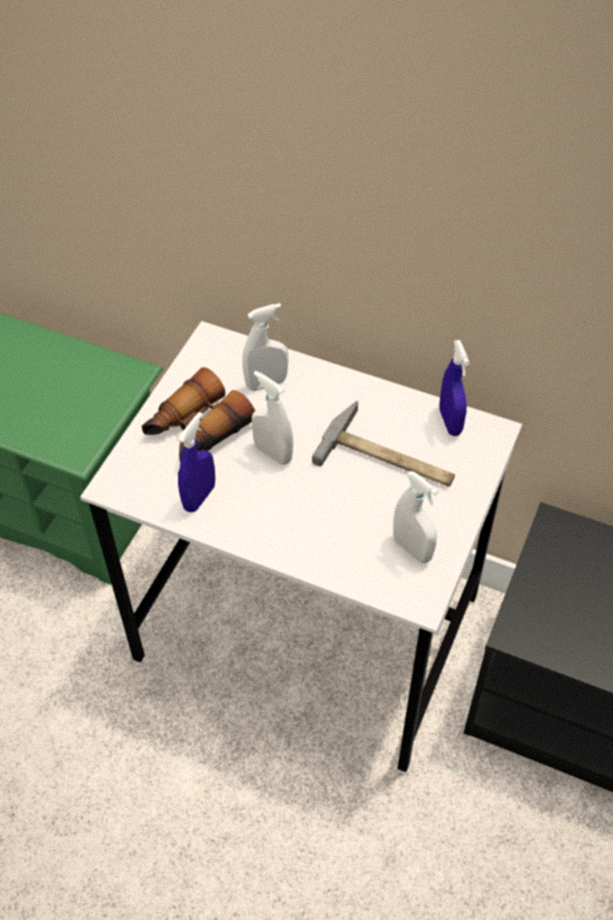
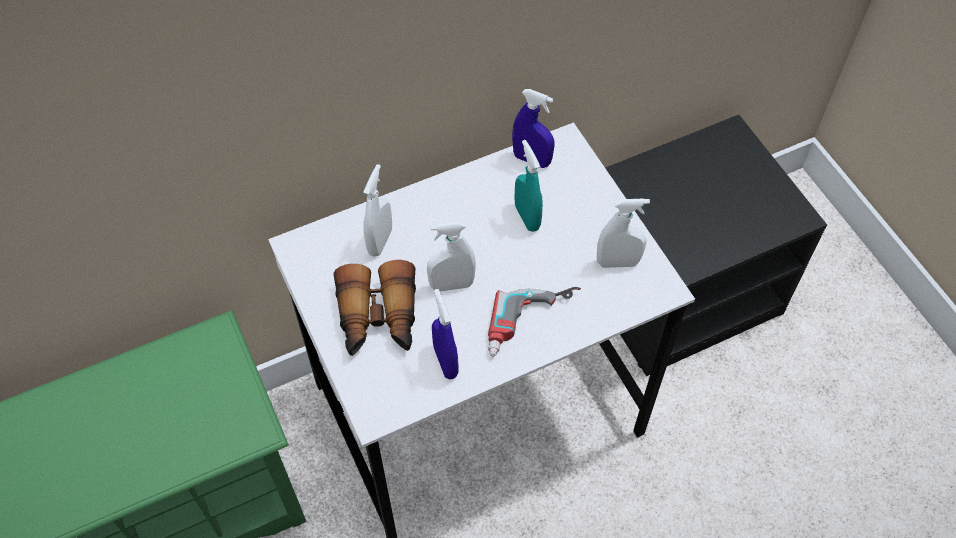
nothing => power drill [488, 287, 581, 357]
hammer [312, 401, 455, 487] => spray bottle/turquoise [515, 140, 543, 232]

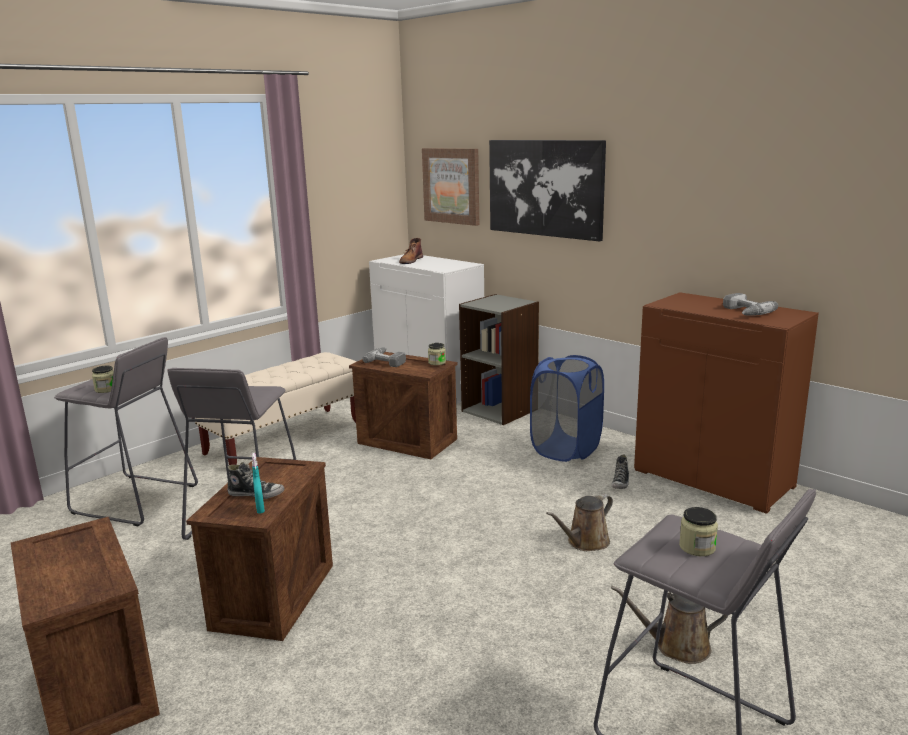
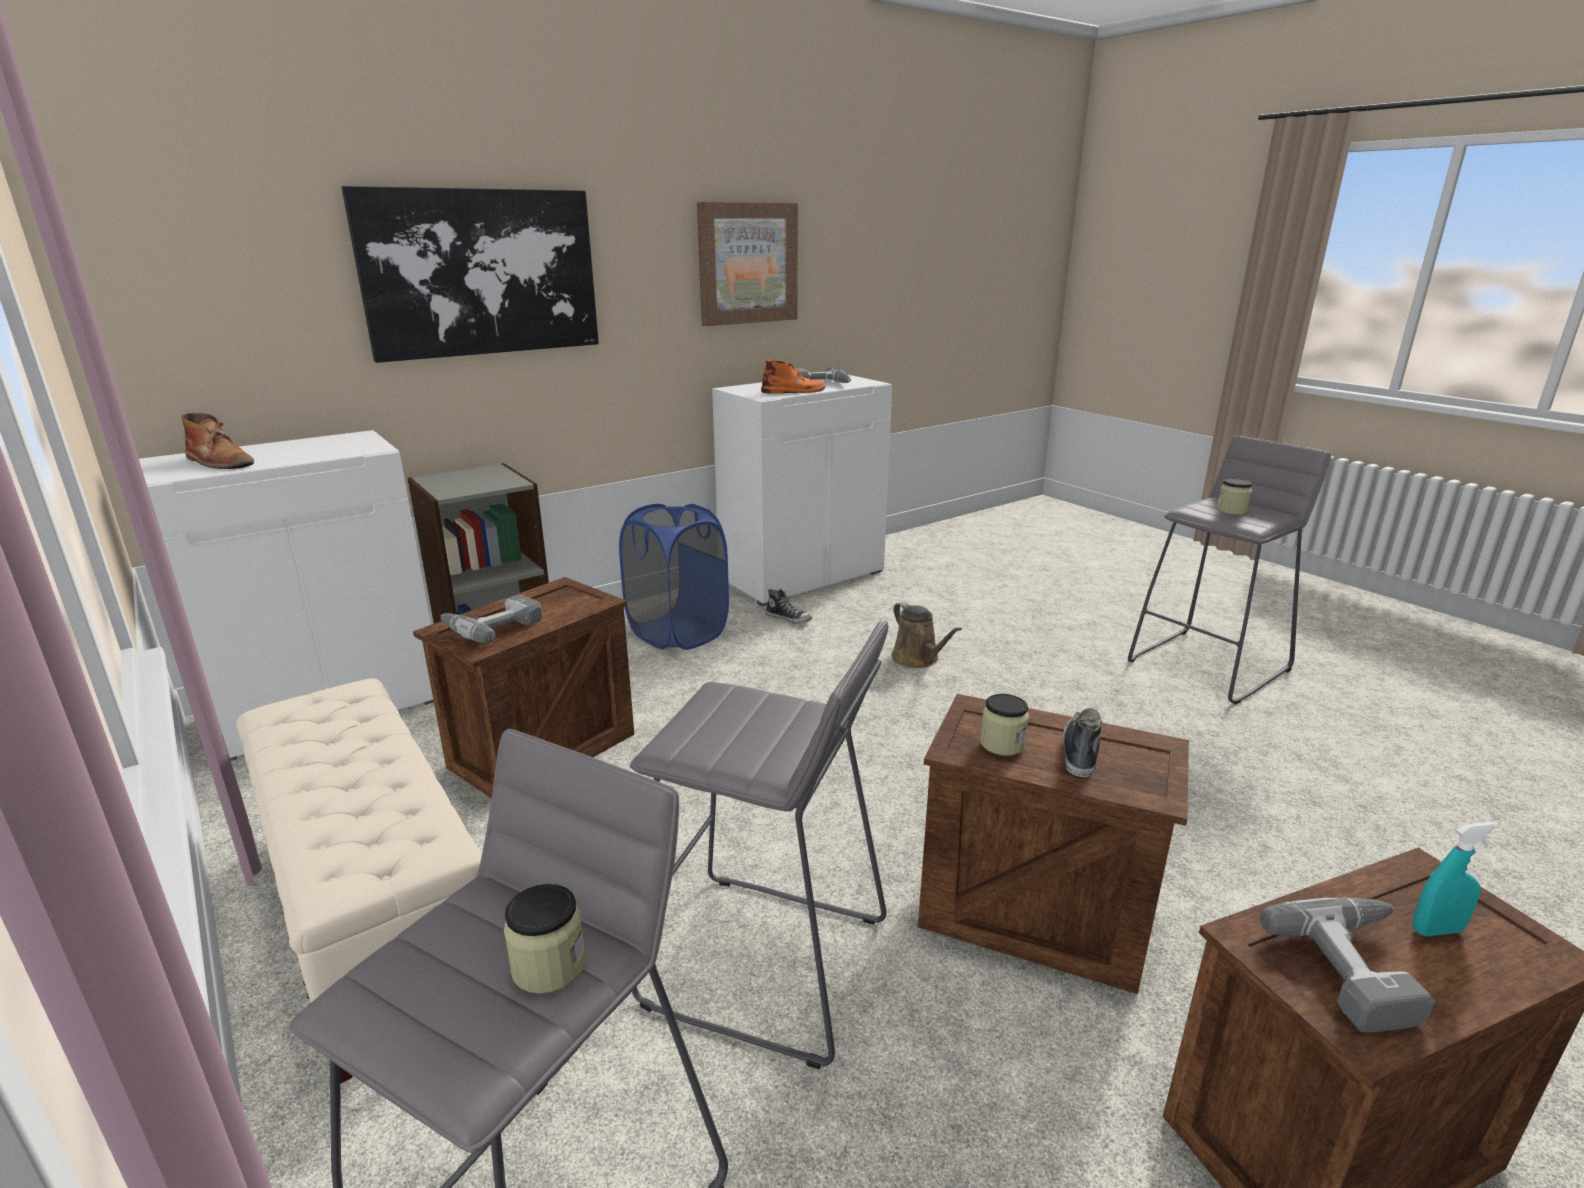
picture [422, 148, 479, 226] => picture [697, 202, 798, 326], moved
cabinet/brown [634, 292, 819, 514] => cabinet/white [712, 375, 892, 606]
nothing => boot/orange [761, 360, 826, 394]
jar [428, 343, 446, 365] => jar [980, 694, 1029, 756], moved
nothing => power drill [1260, 898, 1435, 1032]
spray bottle/turquoise [252, 453, 265, 514] => spray bottle/turquoise [1413, 822, 1499, 937], moved
watering can/brown [611, 586, 728, 664] => nothing

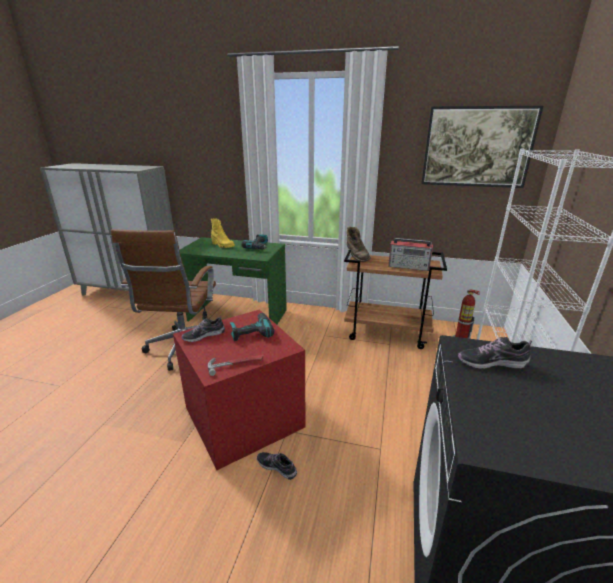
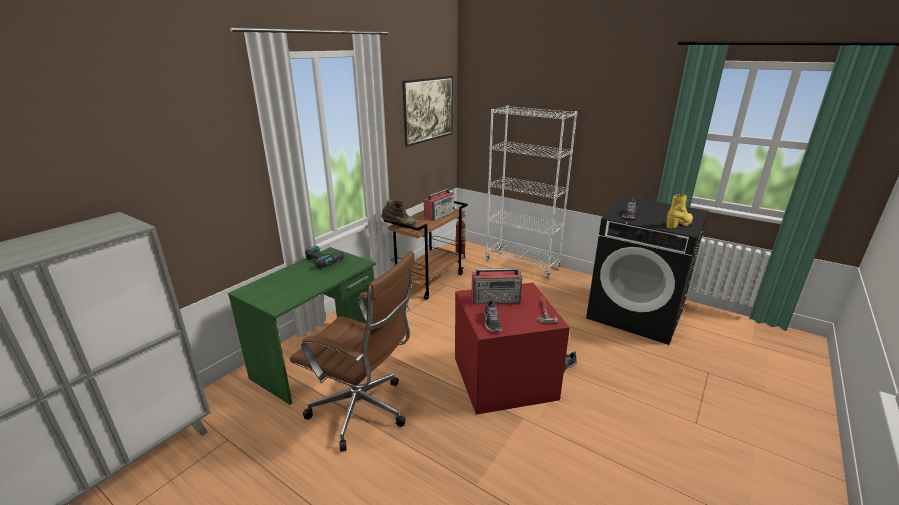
power drill [230, 313, 274, 341] => radio [472, 268, 522, 304]
boot/yellow [211, 219, 235, 248] => boot/yellow [666, 194, 693, 228], moved

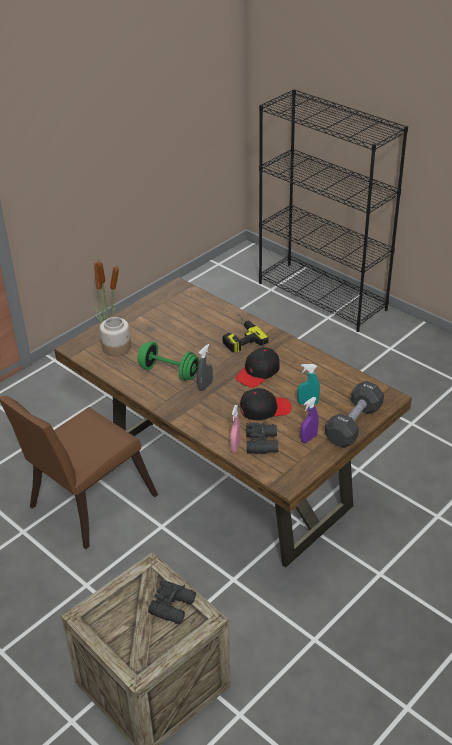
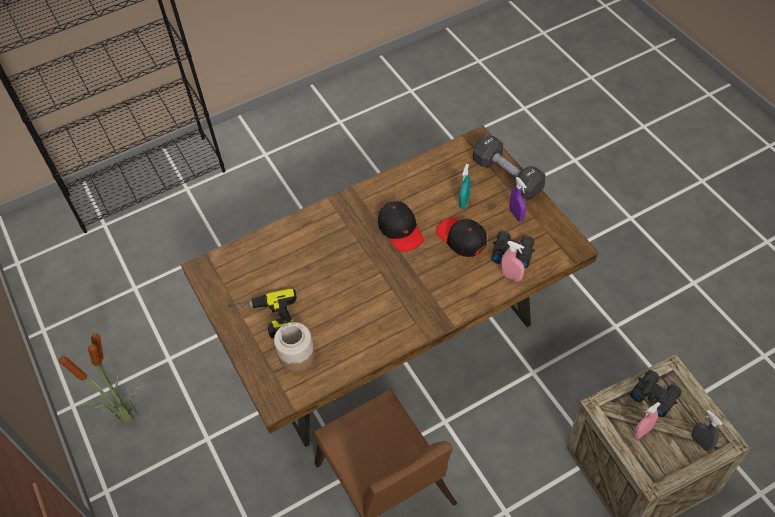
power drill [223, 314, 269, 352] => power drill [228, 288, 297, 339], moved
cap/black [240, 388, 292, 420] => cap/black [436, 218, 487, 257], 45 degrees counterclockwise
nothing => spray bottle/pink [633, 402, 660, 439]
spray bottle/grey [197, 344, 213, 391] => spray bottle/grey [691, 410, 723, 451], moved
dumbbell/green [138, 341, 199, 381] => nothing

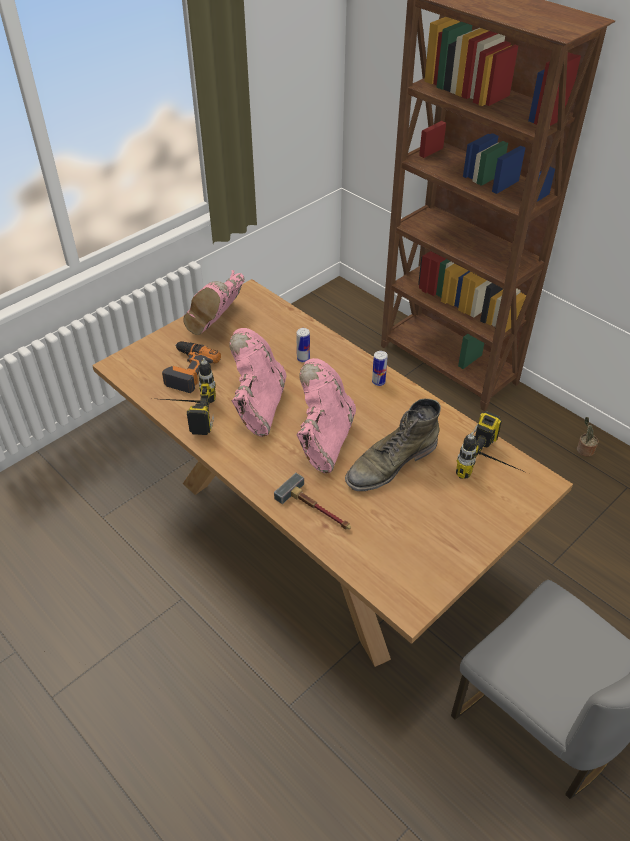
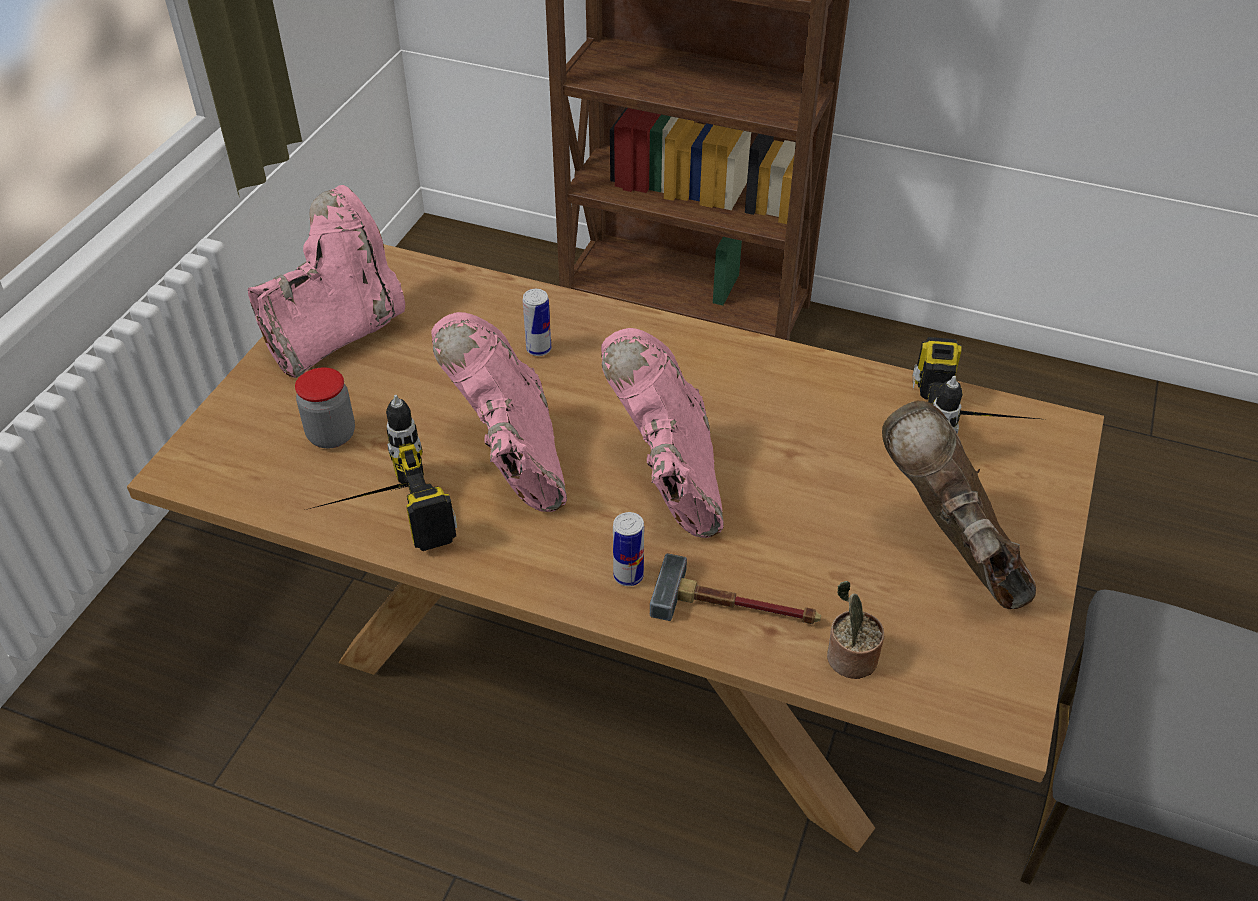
boot/pink [183, 270, 245, 335] => boot/pink [248, 185, 405, 378], 135 degrees counterclockwise
power drill [162, 341, 221, 393] => jar [295, 367, 355, 448]
can [372, 351, 388, 386] => can [613, 512, 644, 586], moved
potted plant [577, 417, 598, 457] => potted plant [827, 581, 884, 679], moved
nothing => boot/brown [882, 401, 1036, 609]
boot/green [345, 399, 441, 491] => nothing

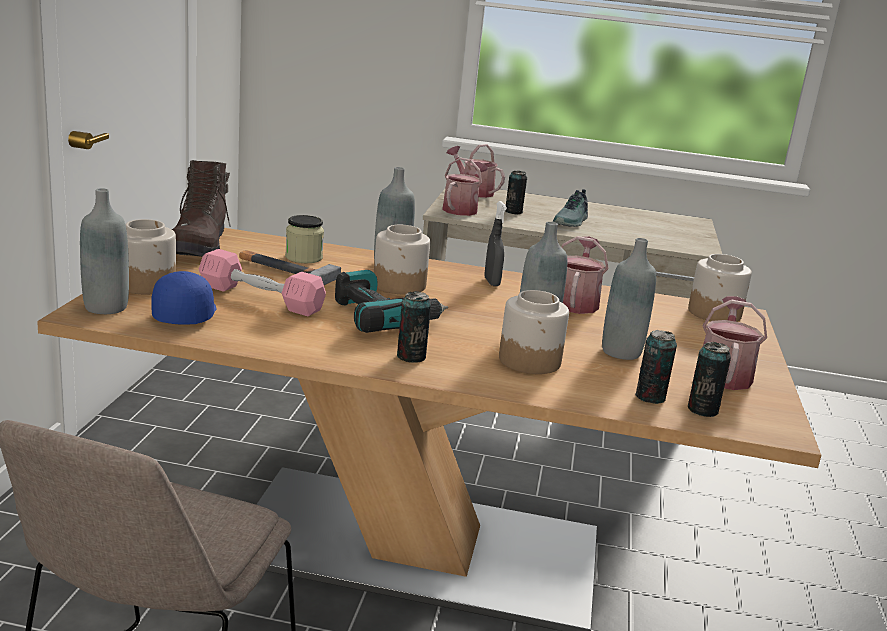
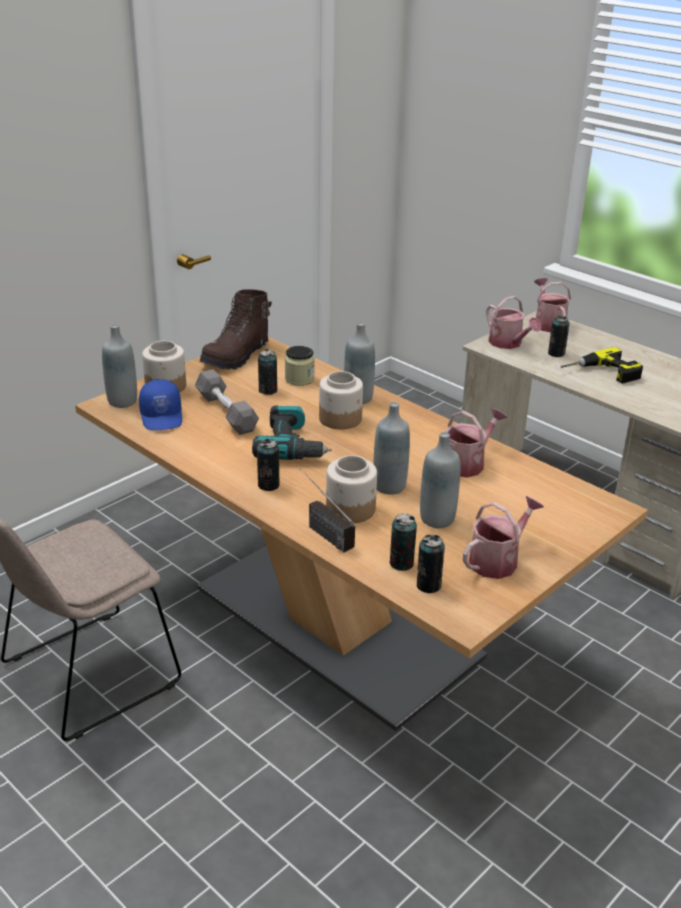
cap/blue [151, 271, 217, 325] => cap/blue [139, 379, 182, 430], 135 degrees clockwise
dumbbell/pink [199, 249, 326, 316] => dumbbell/grey [195, 369, 259, 435]
hammer [239, 250, 341, 285] => can [258, 349, 277, 395]
nothing => radio [300, 468, 355, 552]
watering can [442, 157, 488, 216] => watering can [486, 296, 541, 349], 90 degrees clockwise
shoe [553, 189, 588, 227] => power drill [561, 347, 643, 384]
spray bottle/grey [484, 201, 507, 286] => nothing
jar [688, 254, 752, 322] => nothing

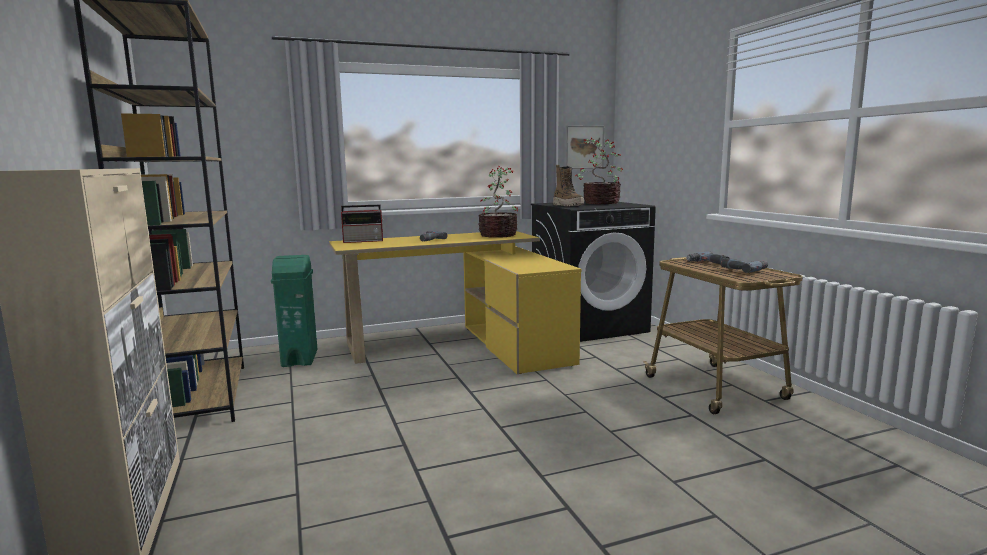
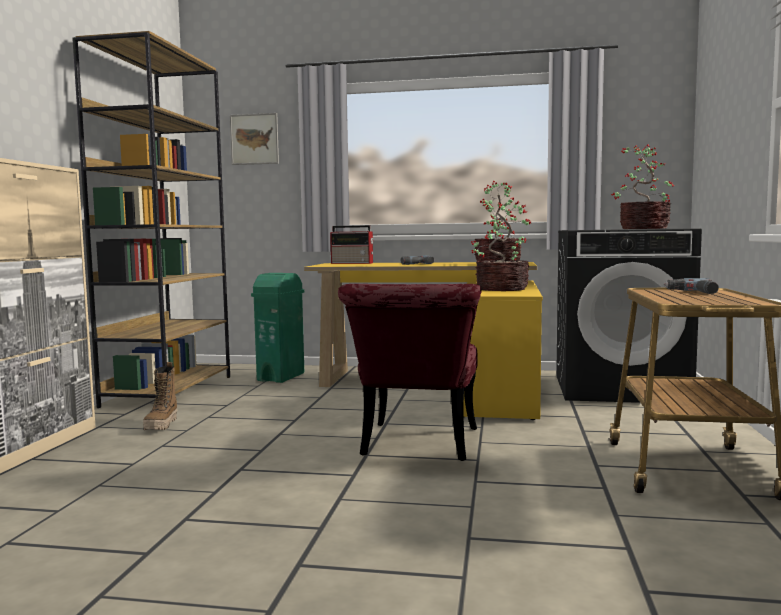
boot [553, 165, 584, 206] => boot [143, 362, 177, 430], moved
picture [566, 126, 604, 169] => picture [230, 113, 279, 165], moved
nothing => chair/red [338, 284, 482, 461]
nothing => potted plant [471, 199, 531, 291]
power drill [721, 258, 768, 273] => nothing

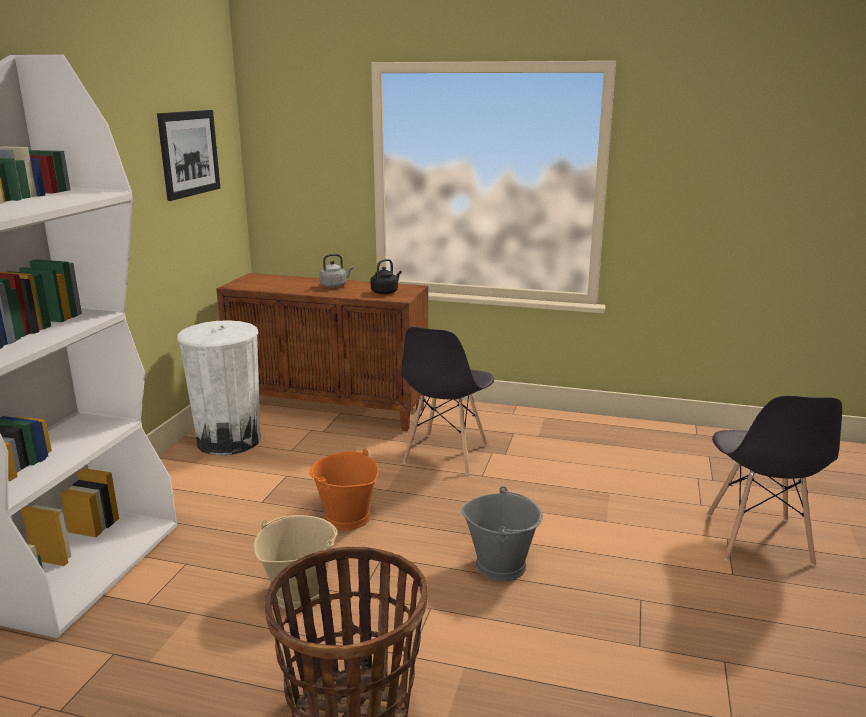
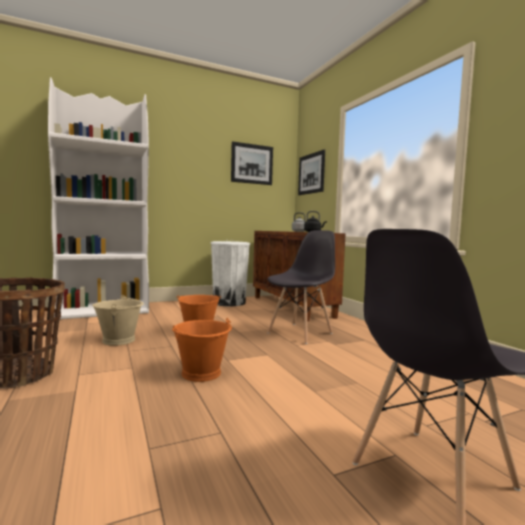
bucket/grey [461, 486, 543, 581] => bucket/orange [172, 318, 232, 382]
chair/grey [401, 327, 494, 475] => chair/grey [267, 230, 335, 344], 150 degrees clockwise
nothing => picture [298, 149, 325, 195]

